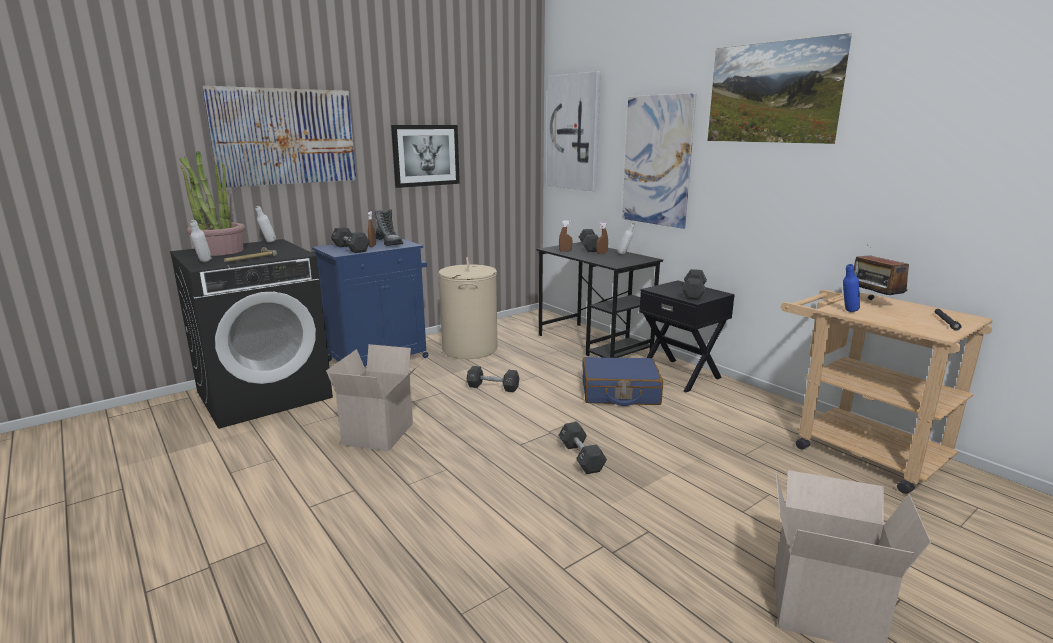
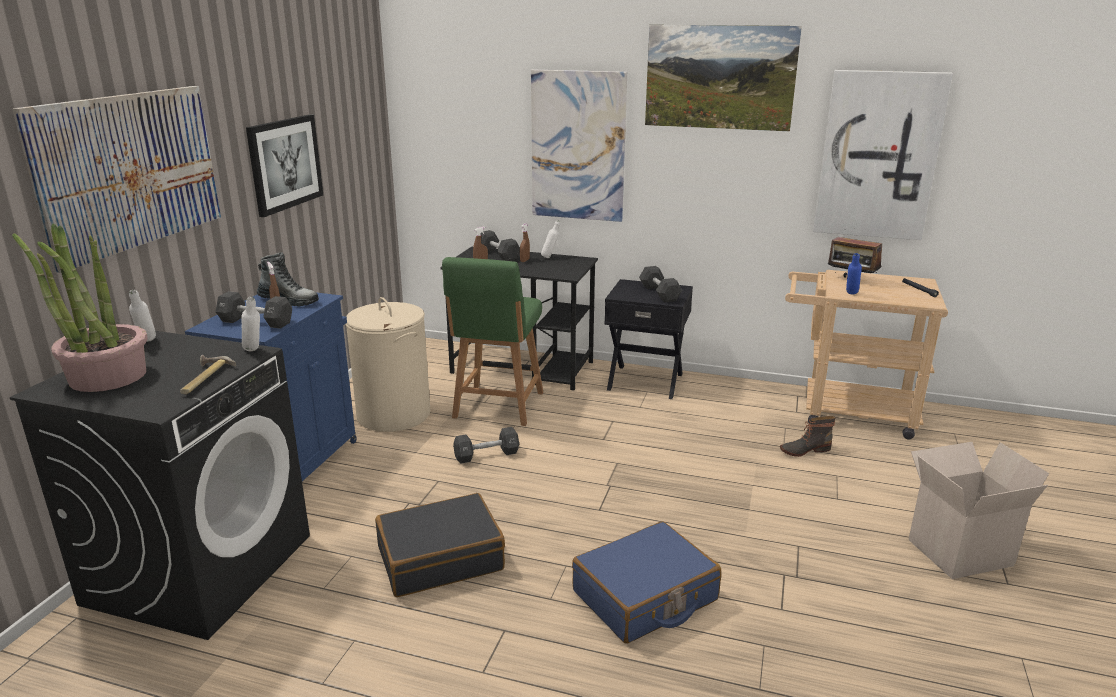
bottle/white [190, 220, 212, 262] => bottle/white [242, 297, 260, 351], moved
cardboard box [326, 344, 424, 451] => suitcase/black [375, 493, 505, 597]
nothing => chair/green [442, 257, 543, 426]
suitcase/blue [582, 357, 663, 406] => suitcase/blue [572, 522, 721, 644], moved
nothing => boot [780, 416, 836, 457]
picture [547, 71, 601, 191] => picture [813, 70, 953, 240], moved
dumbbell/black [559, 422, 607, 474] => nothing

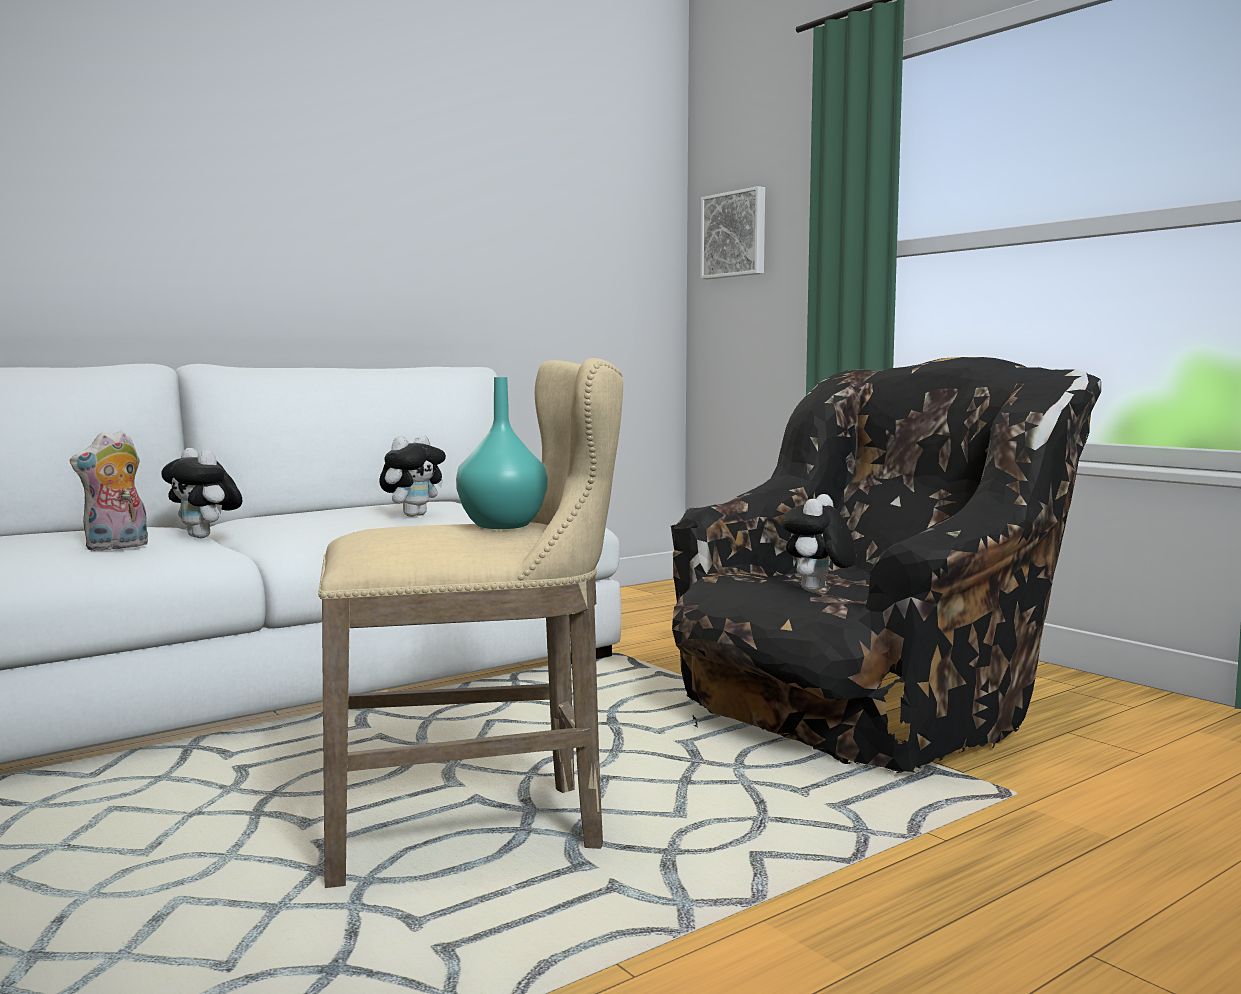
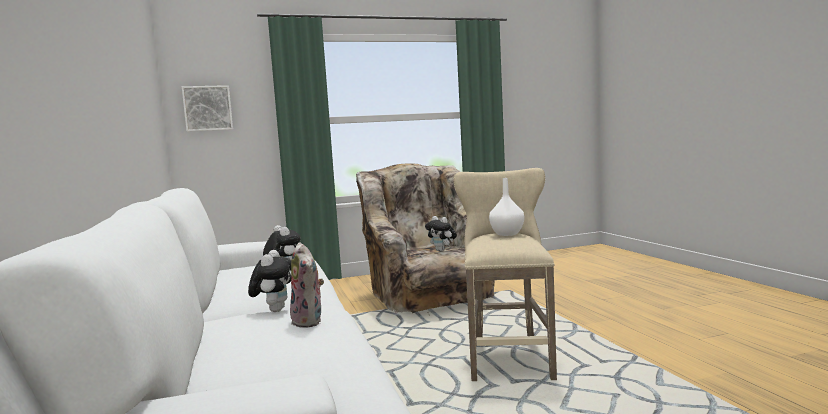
plush toy [161, 448, 243, 538] => plush toy [248, 250, 292, 312], 60 degrees counterclockwise
armchair/black [671, 357, 1101, 773] => armchair/beige [356, 163, 496, 316]
vase/turquoise [456, 377, 548, 529] => vase/white [489, 178, 524, 236]

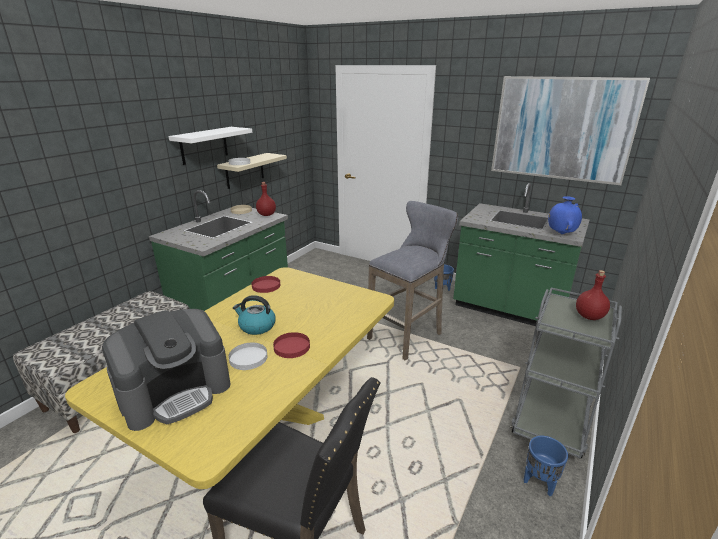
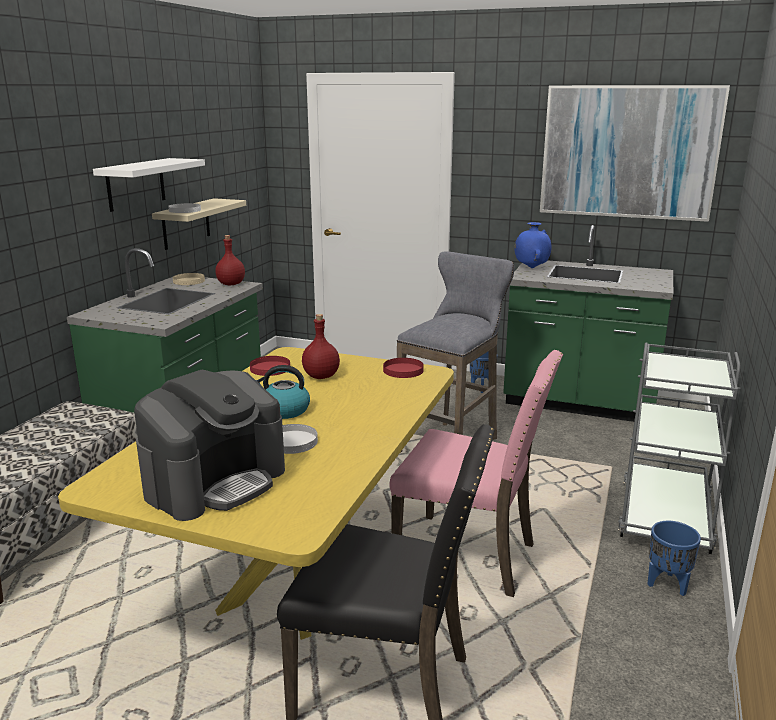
bottle/red [576, 270, 610, 320] => bottle/red [302, 314, 340, 379], moved
plate/red [273, 332, 310, 358] => plate/red [383, 358, 424, 378], moved
nothing => chair/pink [389, 350, 563, 597]
vase/blue [548, 196, 582, 234] => vase/blue [515, 222, 552, 268], moved

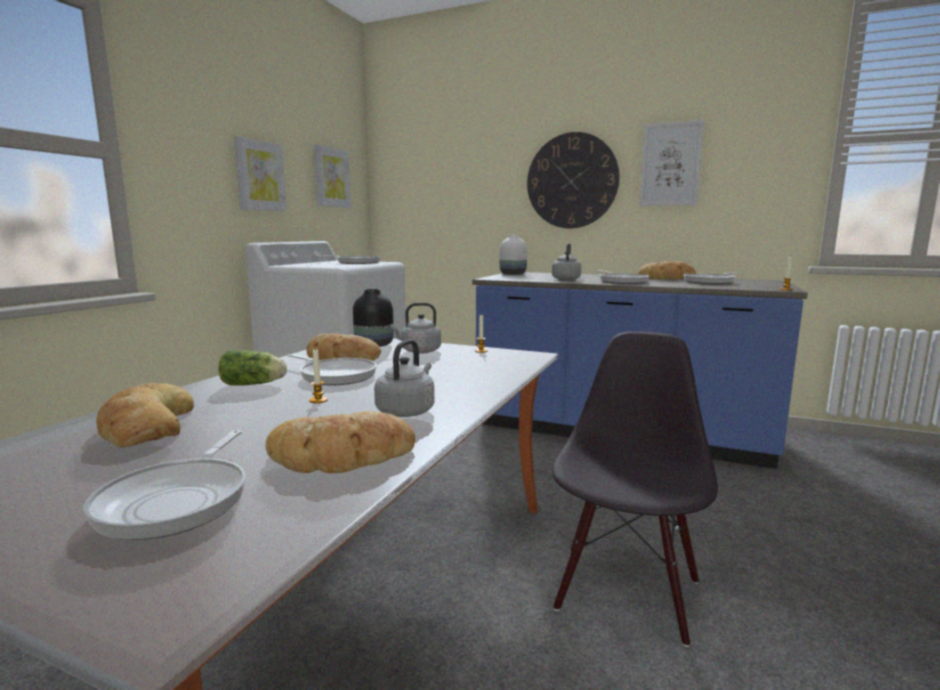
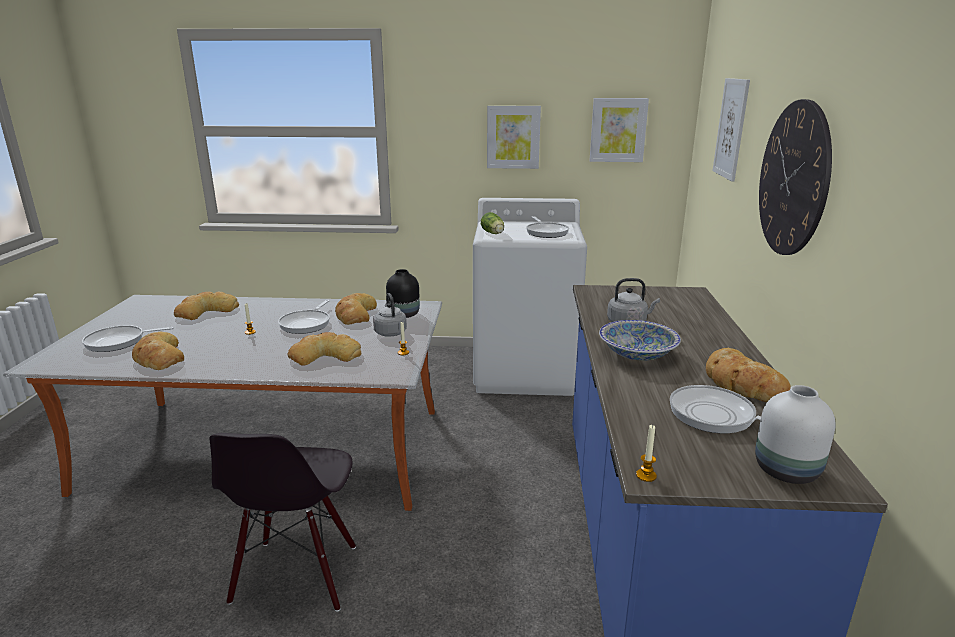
chair/black [552, 331, 718, 647] => chair/black [209, 433, 356, 612], 90 degrees clockwise
nothing => bread [288, 332, 361, 365]
lettuce [218, 350, 287, 386] => lettuce [481, 212, 504, 234], moved
frying pan [597, 270, 649, 284] => bowl [599, 320, 681, 361]
picture [639, 120, 704, 206] => picture [713, 78, 750, 182], moved
vase/white [500, 235, 527, 275] => vase/white [755, 385, 836, 484], moved
kettle/grey [374, 339, 434, 417] => nothing

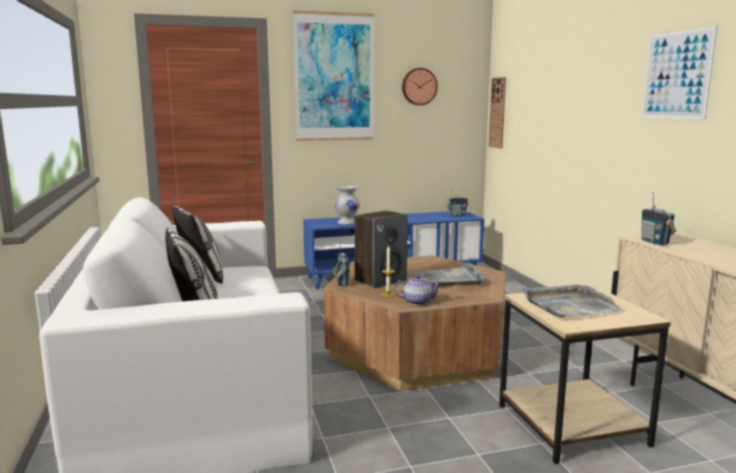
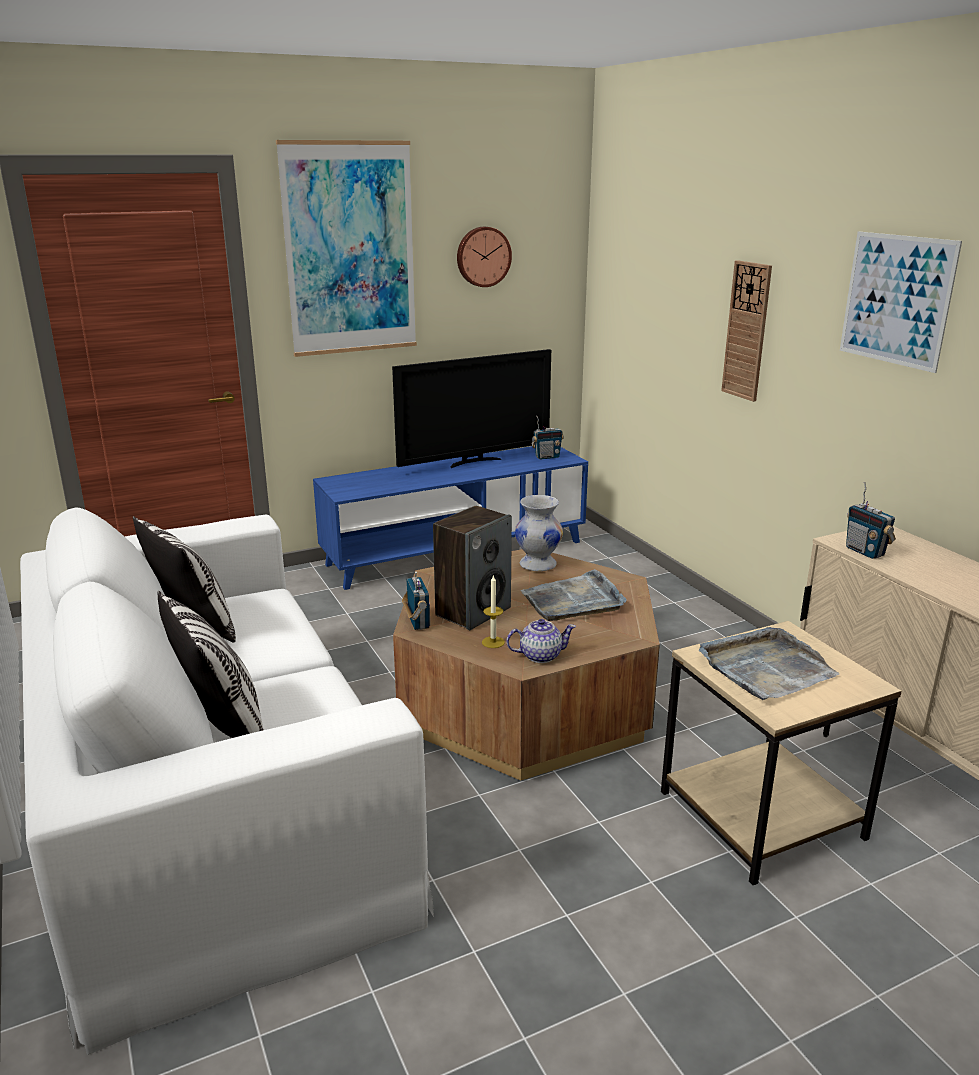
nothing => television [392, 349, 551, 468]
vase/white [334, 186, 360, 225] => vase/white [515, 495, 563, 571], moved
wall clock [488, 77, 506, 149] => wall clock [721, 260, 772, 402], moved

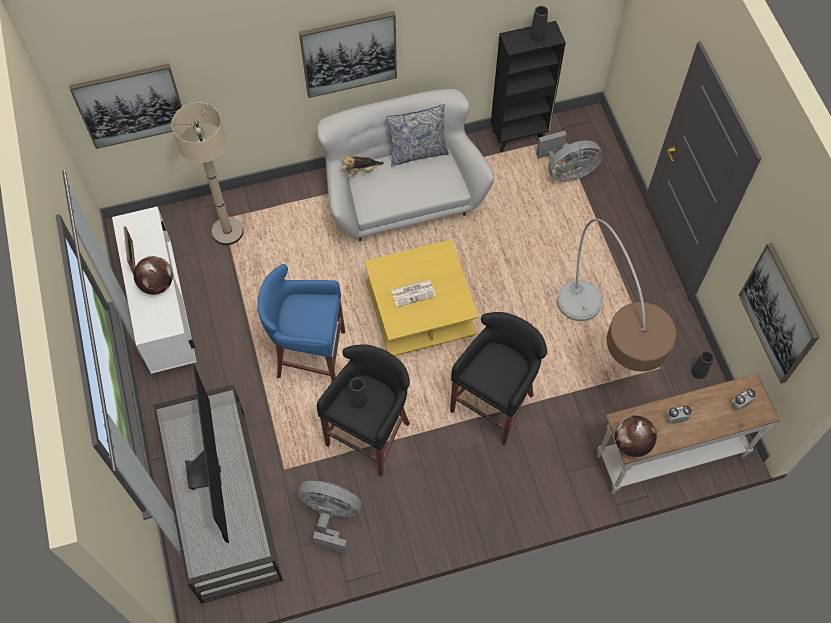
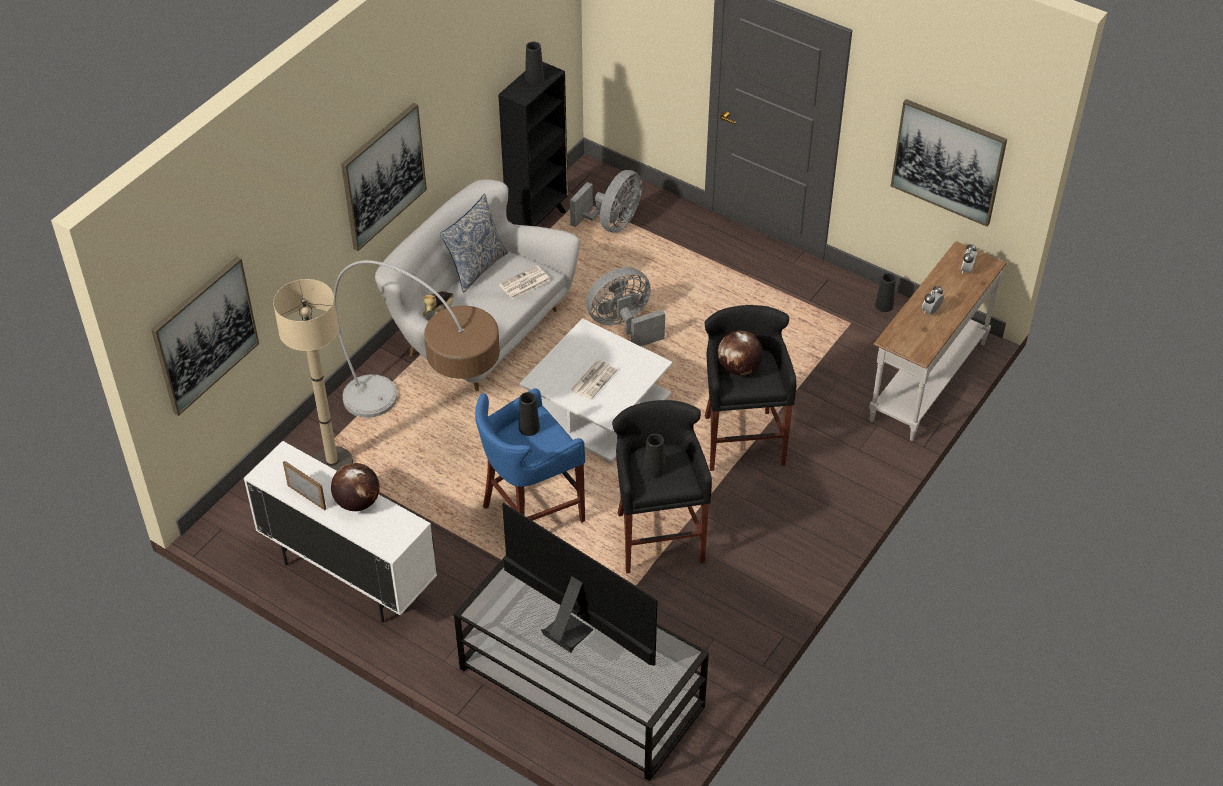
floor lamp [557, 218, 677, 372] => floor lamp [334, 260, 500, 418], moved
nothing => newspaper [499, 265, 550, 299]
coffee table/yellow [364, 239, 479, 356] => coffee table/white [519, 318, 673, 464]
nothing => vase/black [519, 392, 540, 436]
fan/grey [298, 481, 362, 556] => fan/grey [586, 267, 665, 346], moved
globe [615, 416, 657, 457] => globe [718, 330, 763, 375], moved

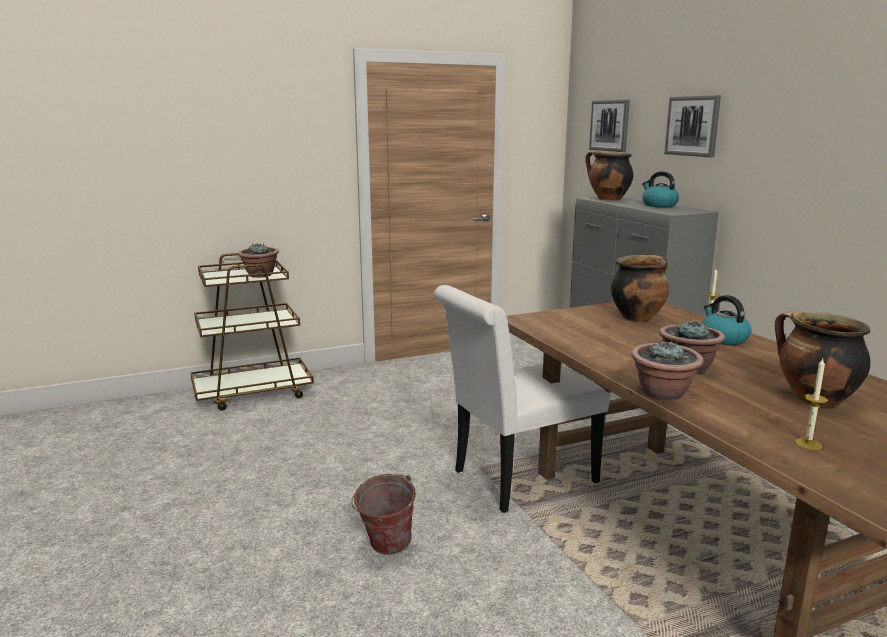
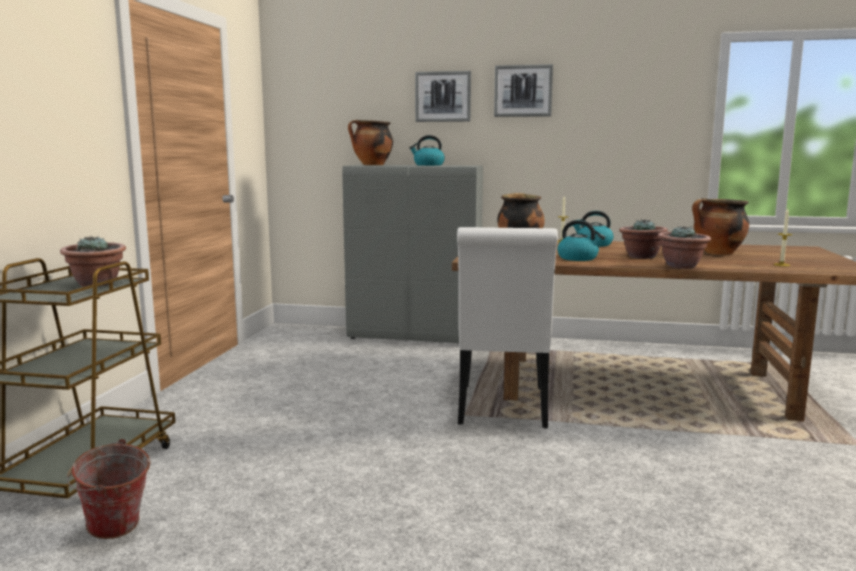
bucket [351, 474, 416, 555] => bucket [67, 439, 151, 539], moved
picture [589, 100, 630, 152] => picture [494, 64, 553, 117], moved
nothing => kettle [557, 220, 605, 261]

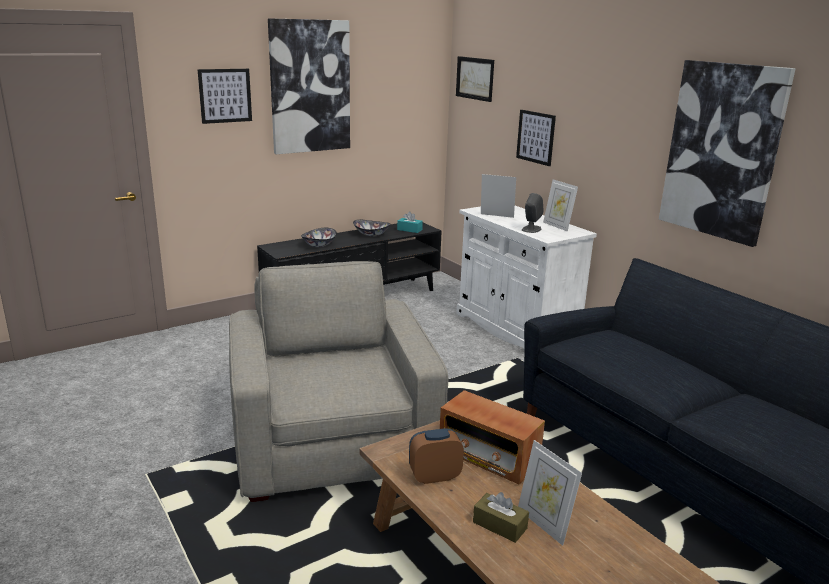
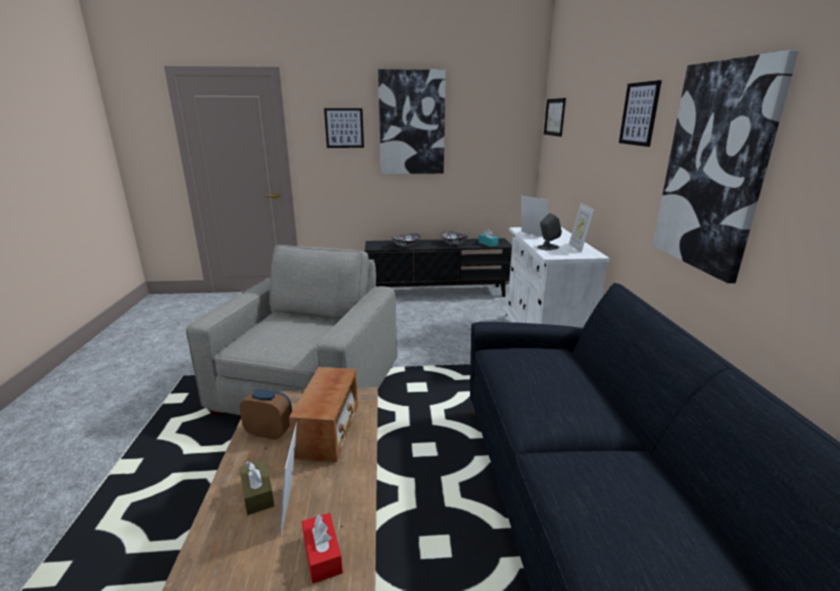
radio [440, 390, 545, 485] => radio [289, 367, 358, 462], 150 degrees counterclockwise
nothing => tissue box/red [302, 513, 343, 583]
picture [516, 110, 556, 166] => picture [619, 80, 662, 147], moved

